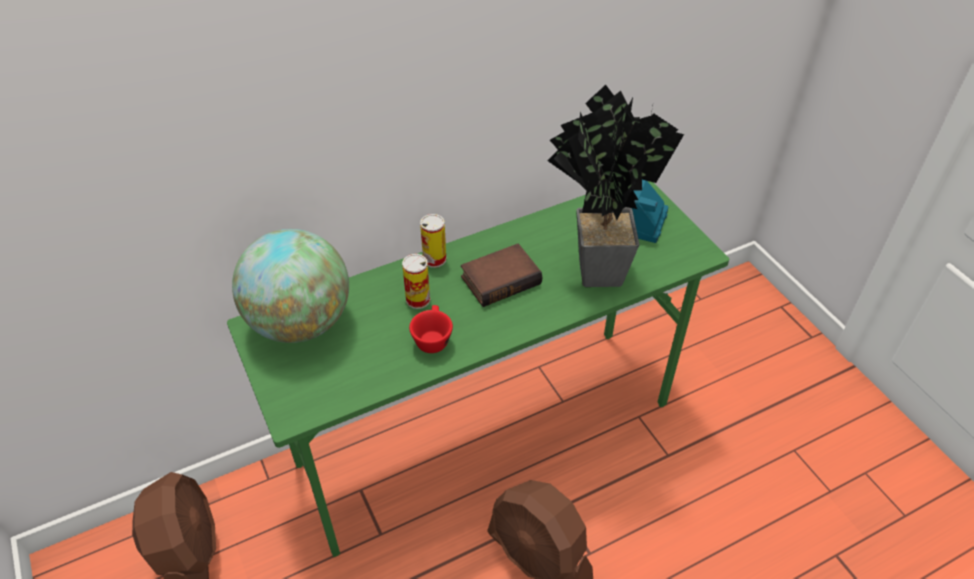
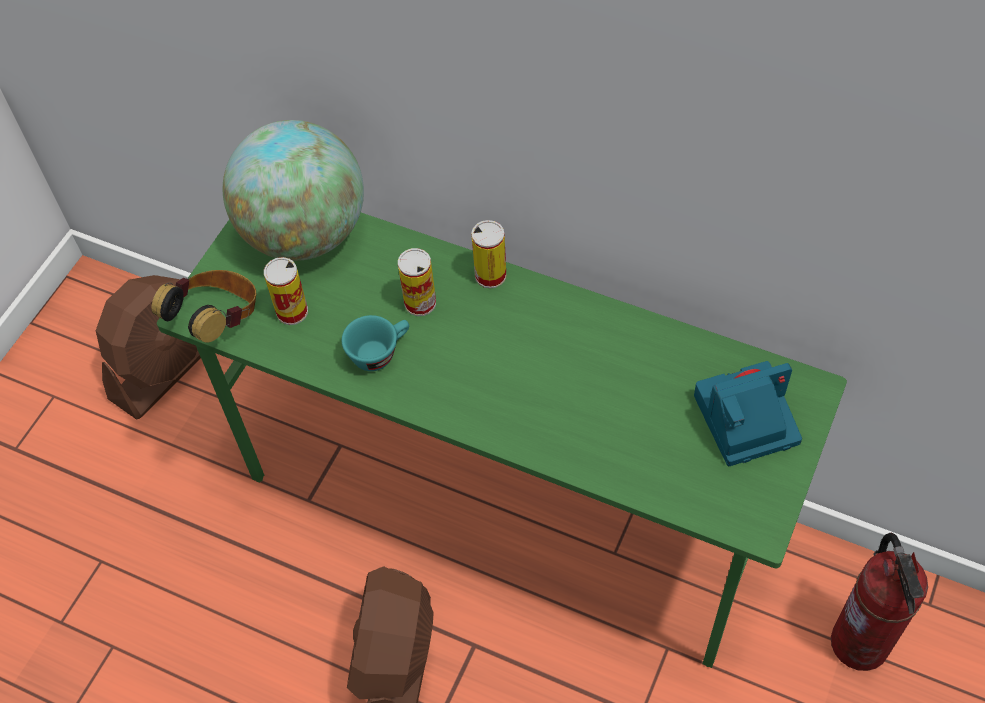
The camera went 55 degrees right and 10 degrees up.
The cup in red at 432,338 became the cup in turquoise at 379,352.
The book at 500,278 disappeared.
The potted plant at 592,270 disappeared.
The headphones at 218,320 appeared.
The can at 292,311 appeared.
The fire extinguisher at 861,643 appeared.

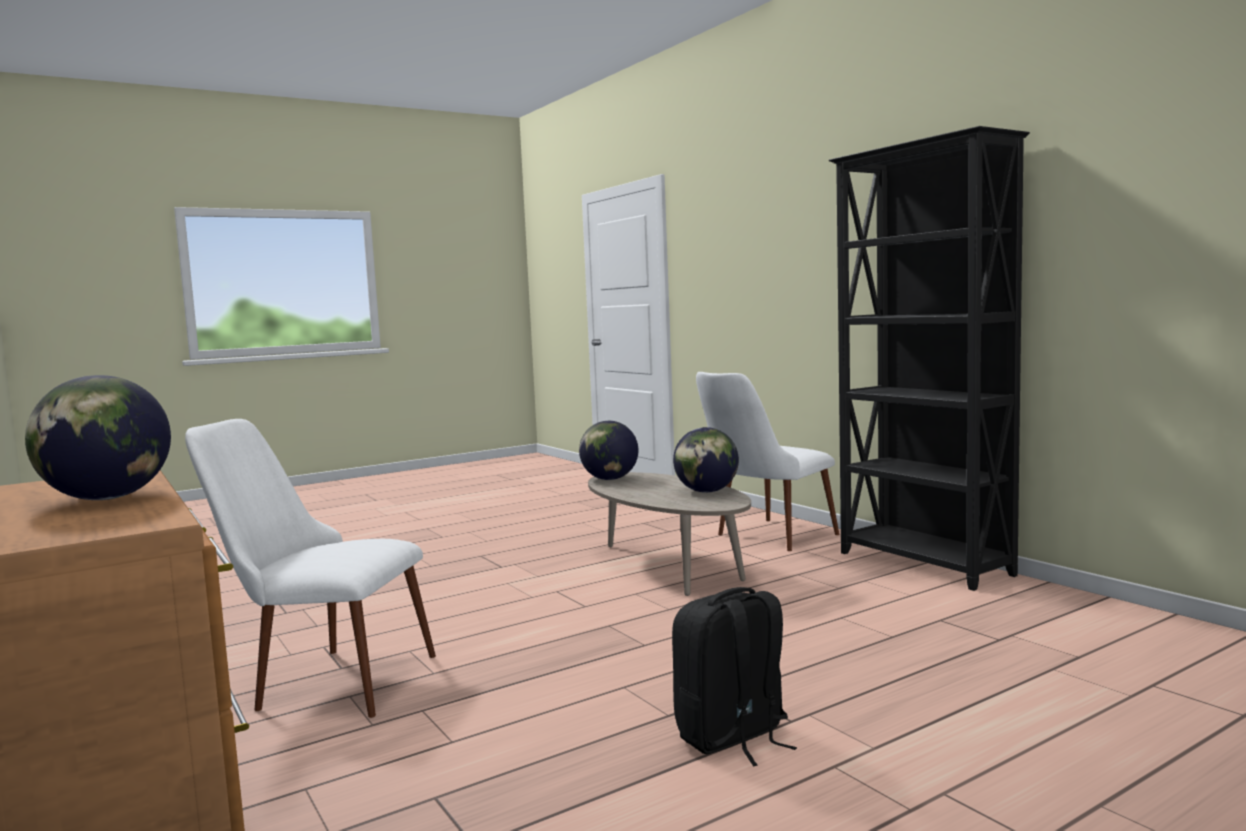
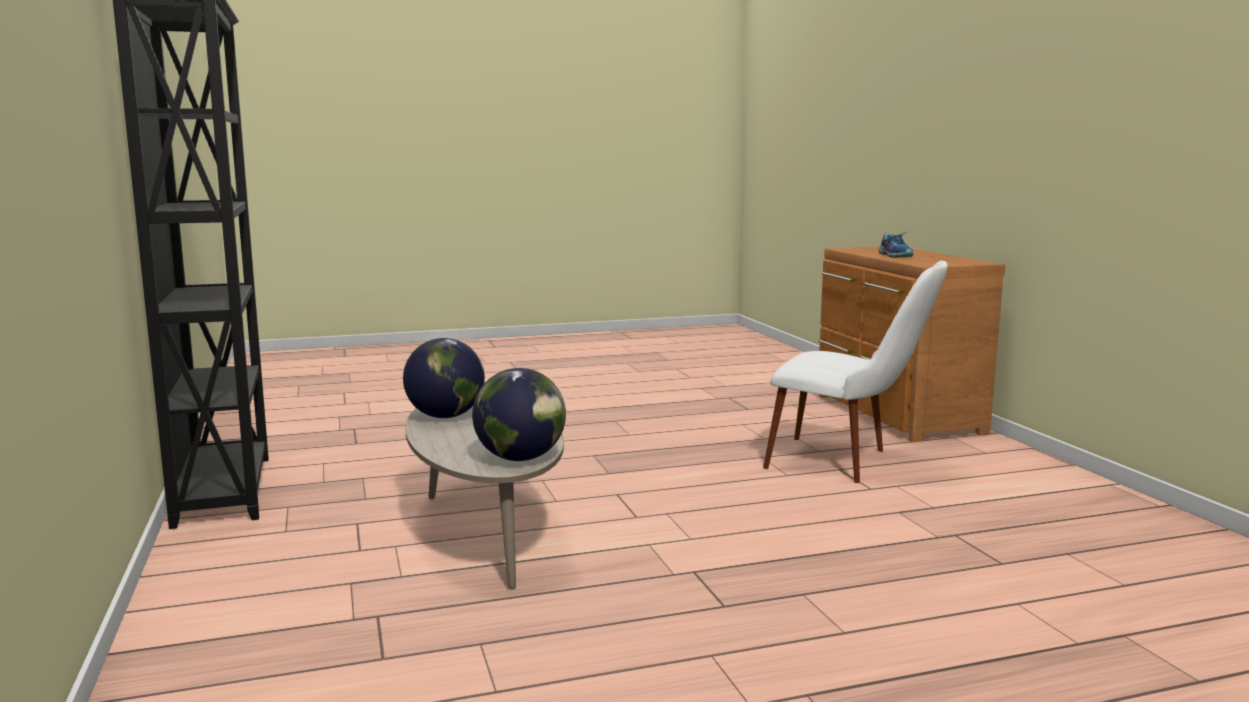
The camera went 165 degrees left and 5 degrees up.
The globe at 106,498 was replaced by the shoe at 895,255.
The backpack in black at 733,737 disappeared.
The chair in white at 765,538 disappeared.

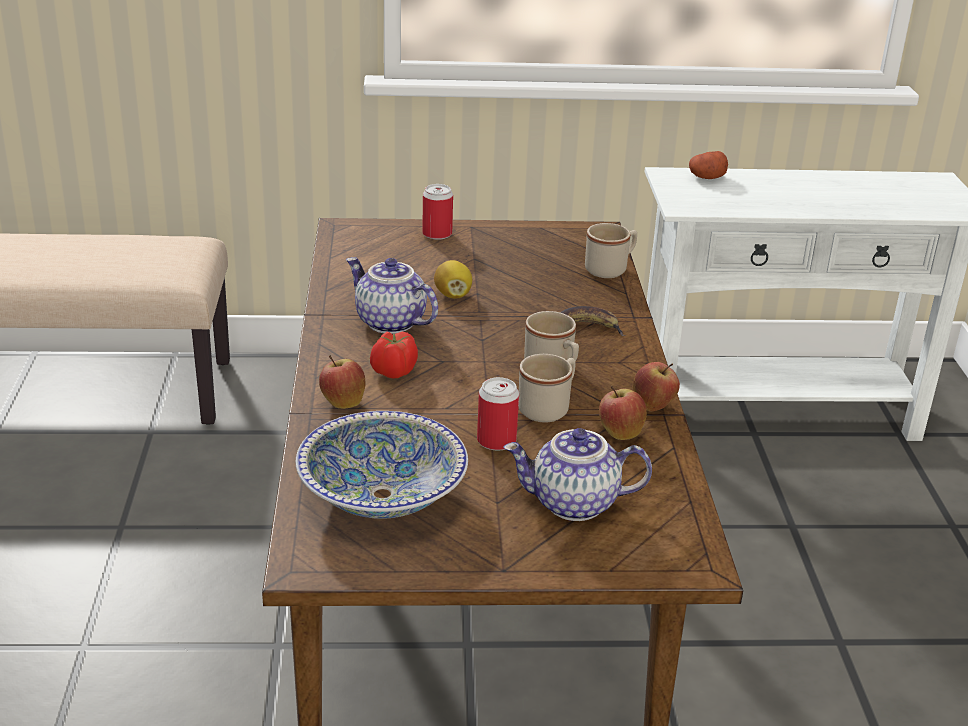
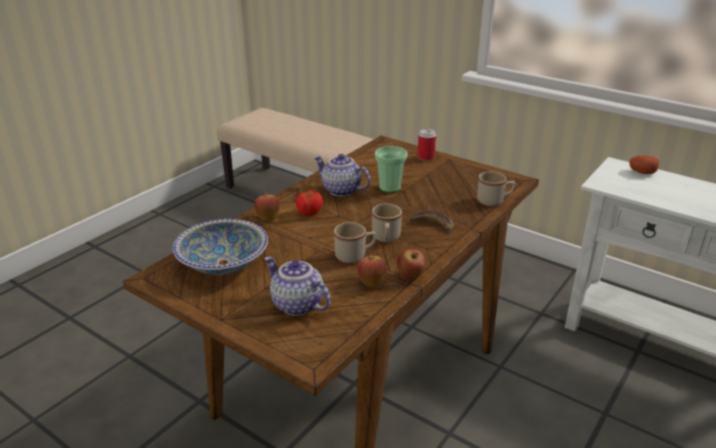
The camera went 40 degrees right and 0 degrees up.
The teapot at 389,323 turned 45 degrees counterclockwise.
The lemon at 453,295 was replaced by the cup at 390,188.
The can at 496,441 disappeared.

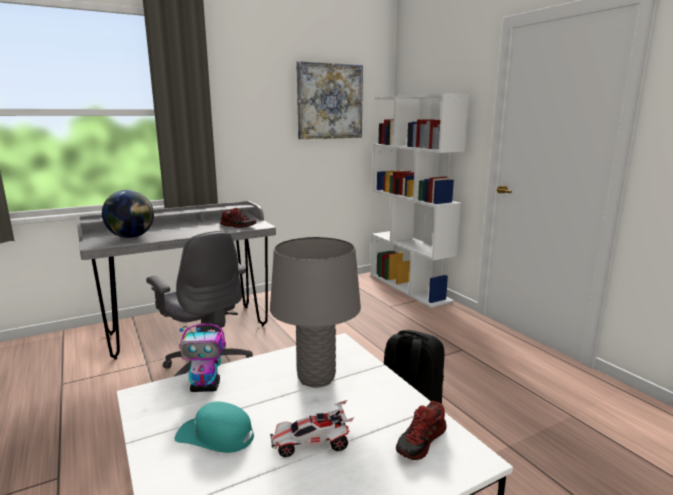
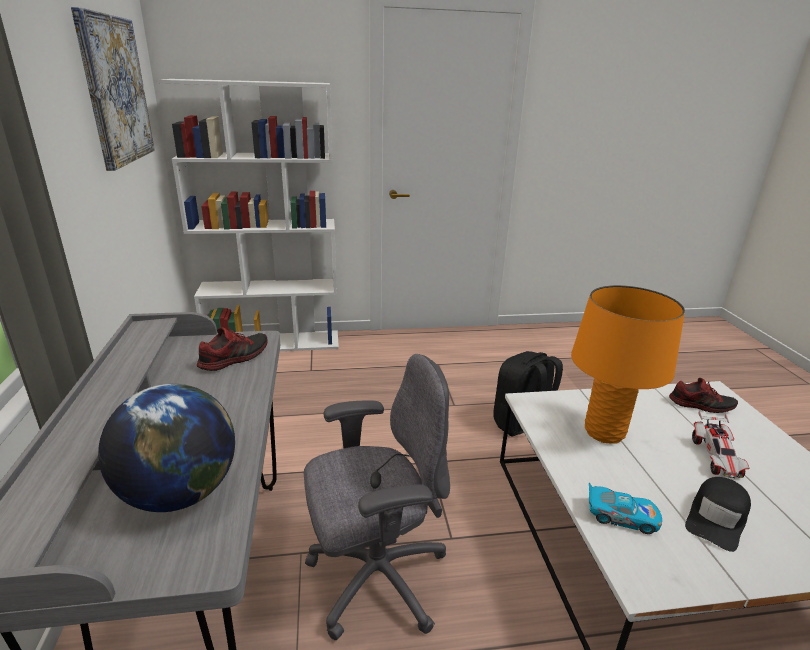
The camera went 70 degrees left and 10 degrees up.
The cap in turquoise at 215,435 became the cap in black at 717,518.
The toy robot at 206,387 was replaced by the toy car at 621,516.
The table lamp in grey at 316,378 became the table lamp in orange at 604,432.
The shoe at 421,441 turned 45 degrees counterclockwise.

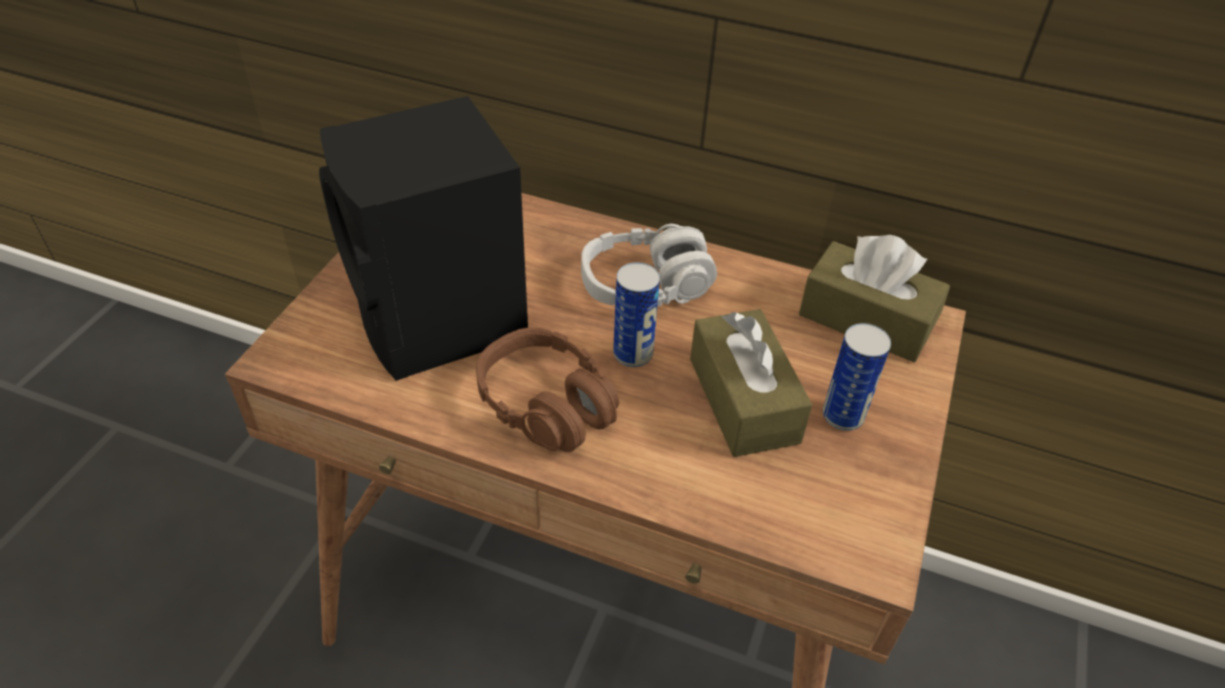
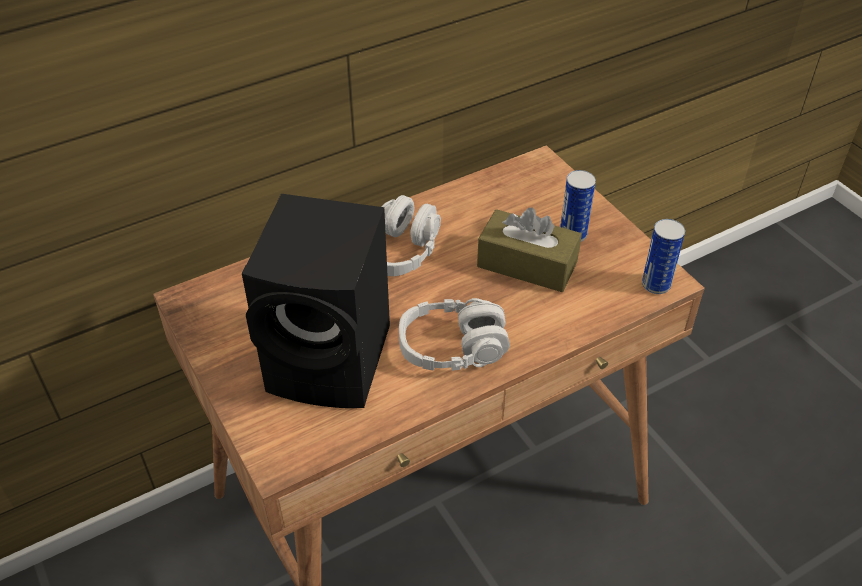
The camera went 50 degrees left and 0 degrees up.
The headphones in brown at 546,405 became the headphones in grey at 452,347.
The can moved from 633,354 to 656,285.
The tissue box in brown at 866,319 disappeared.

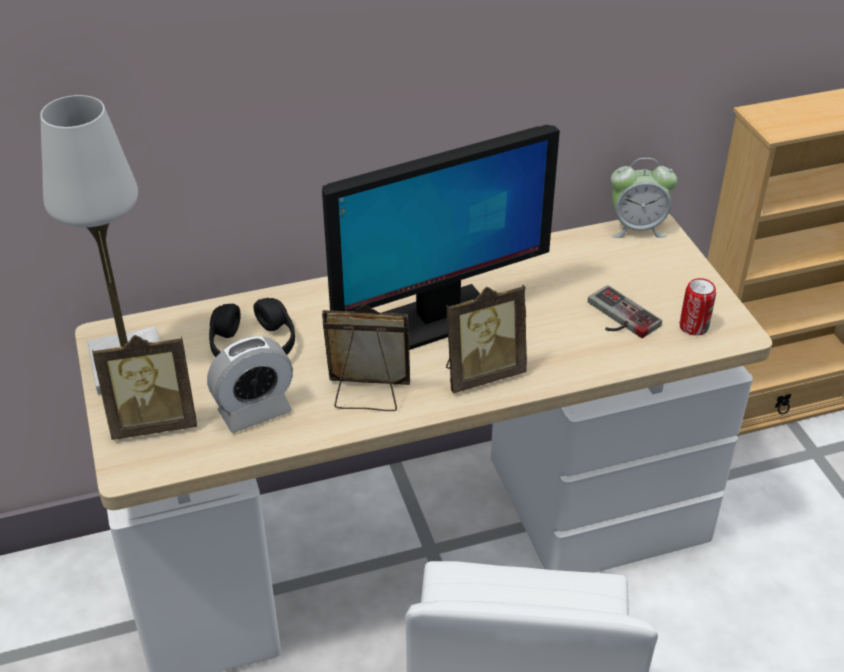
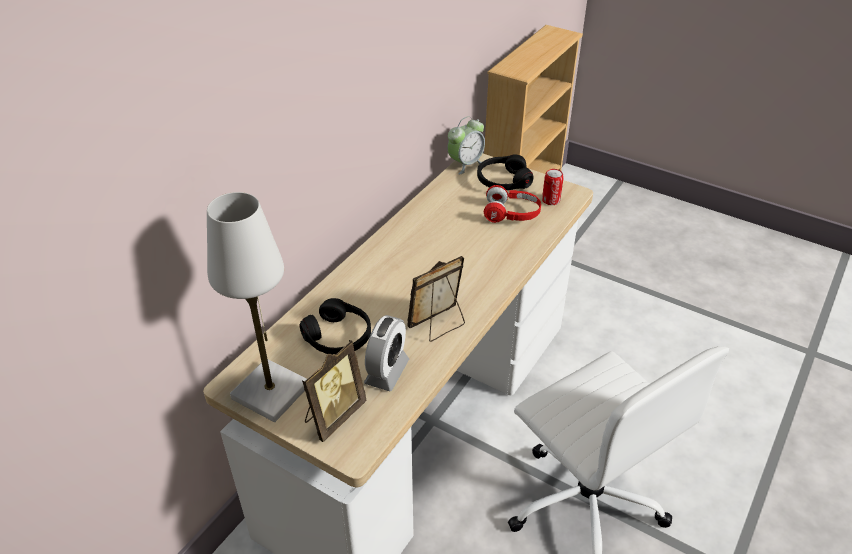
The camera went 40 degrees left and 0 degrees up.
The monitor at 437,319 disappeared.
The picture frame at 481,373 disappeared.
The game controller at 617,317 was replaced by the headphones in red at 511,214.
The headphones in black at 503,181 appeared.

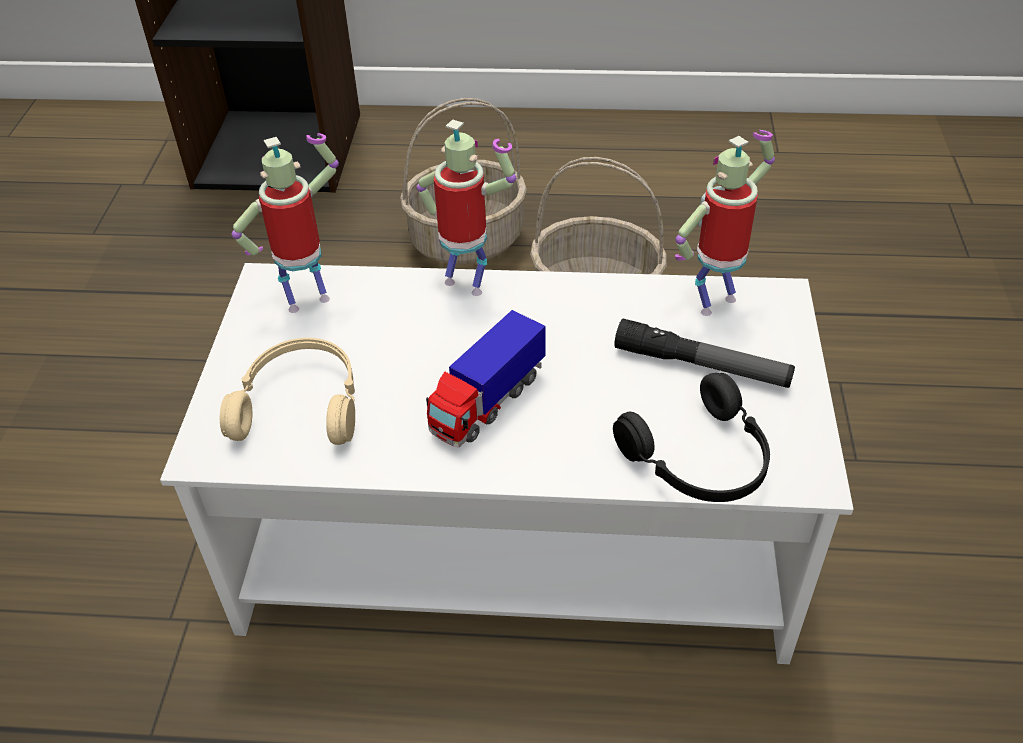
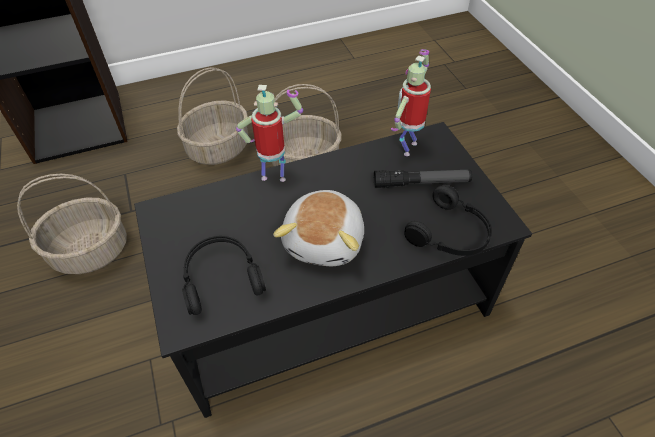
The camera went 25 degrees left and 5 degrees up.
The coffee table in white at 520,533 became the coffee table in black at 330,299.
The headphones in beige at 301,404 became the headphones in black at 221,278.
The toy robot at 308,299 disappeared.
The toy truck at 487,403 was replaced by the plush toy at 326,241.
The basket at 91,250 appeared.

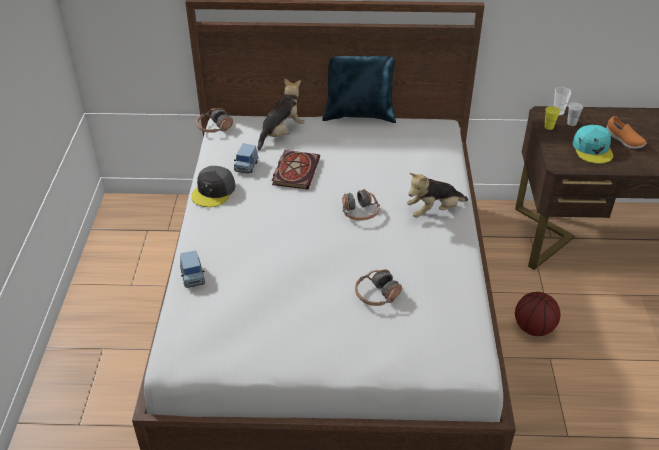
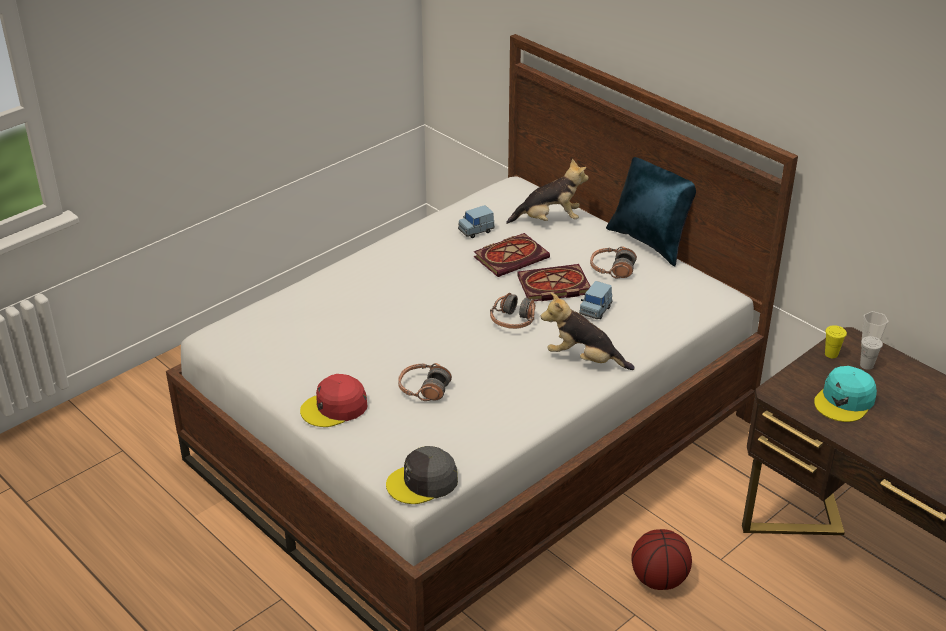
The camera went 45 degrees right and 5 degrees down.
The toy car in blue moved from 193,277 to 595,310.
The cap in grey moved from 214,191 to 423,482.
The headphones moved from 214,127 to 612,269.
The shoe in orange at 623,140 disappeared.
The cap in red at 335,408 appeared.
The book at 552,286 appeared.

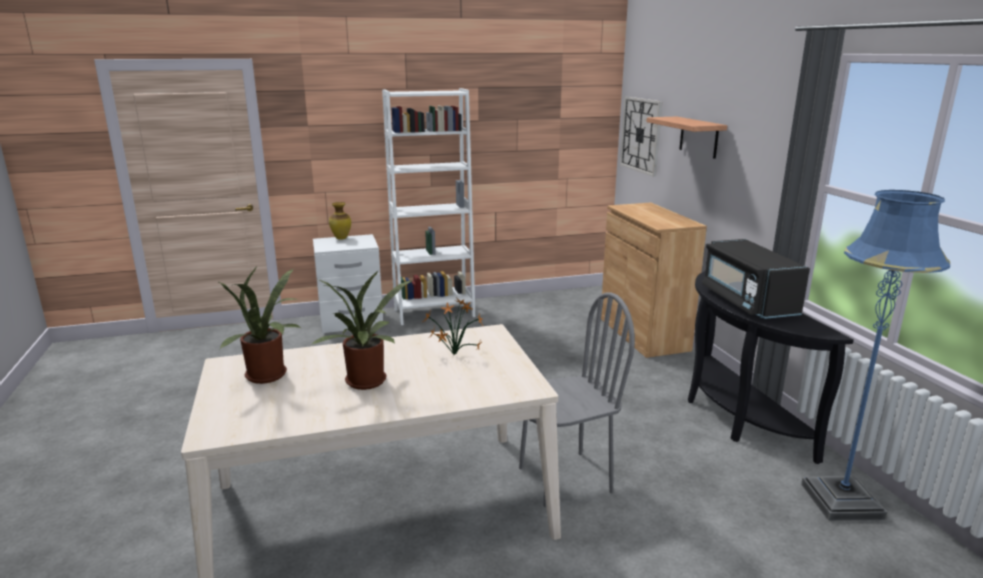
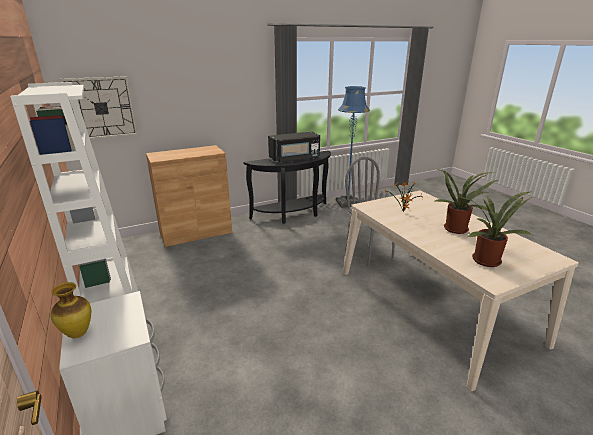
The camera went 100 degrees left and 5 degrees up.
The shelf at 698,137 disappeared.

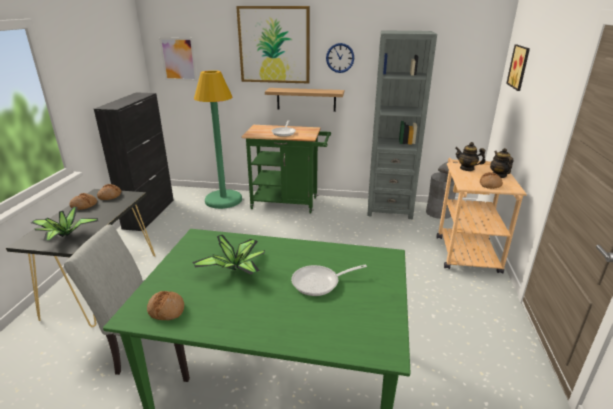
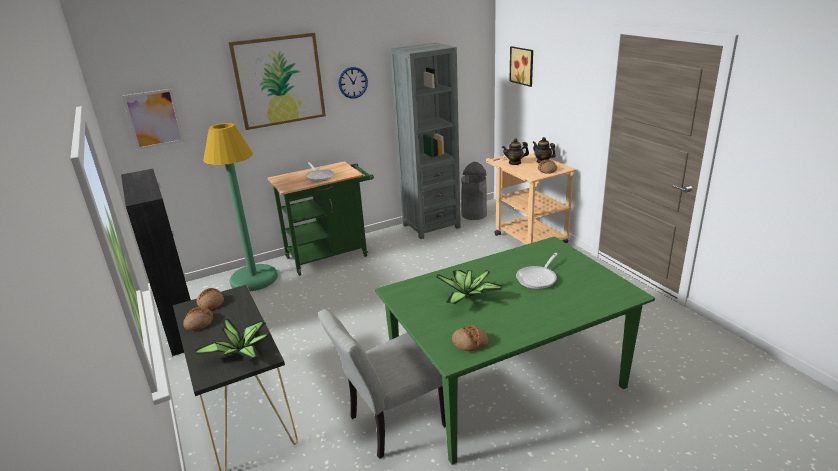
The camera went 35 degrees left and 0 degrees up.
The shelf at 306,99 disappeared.

